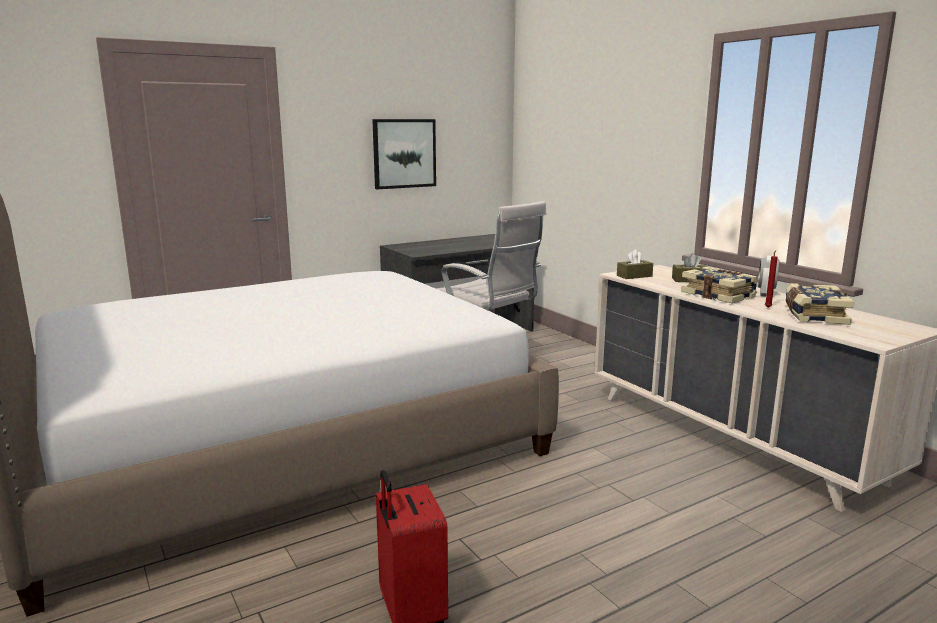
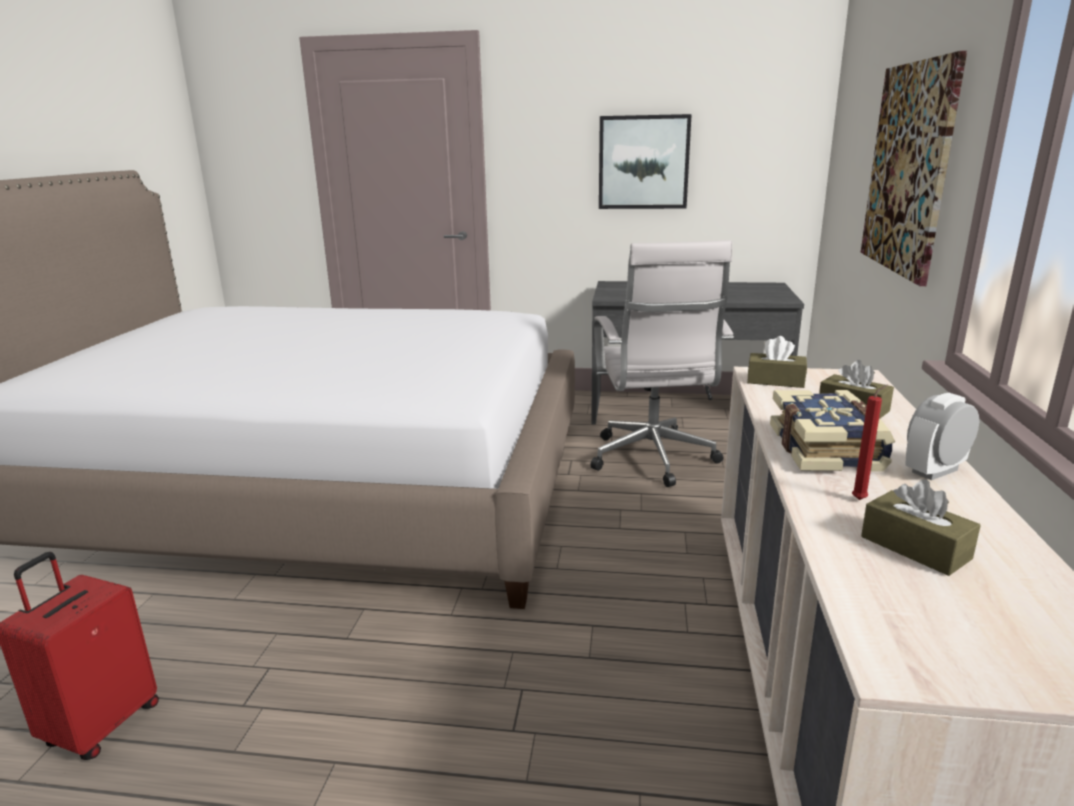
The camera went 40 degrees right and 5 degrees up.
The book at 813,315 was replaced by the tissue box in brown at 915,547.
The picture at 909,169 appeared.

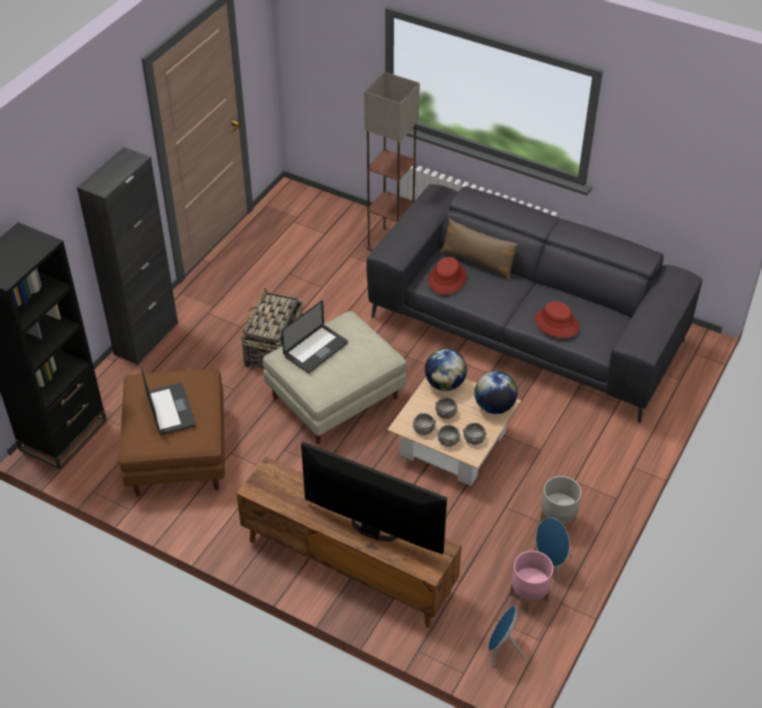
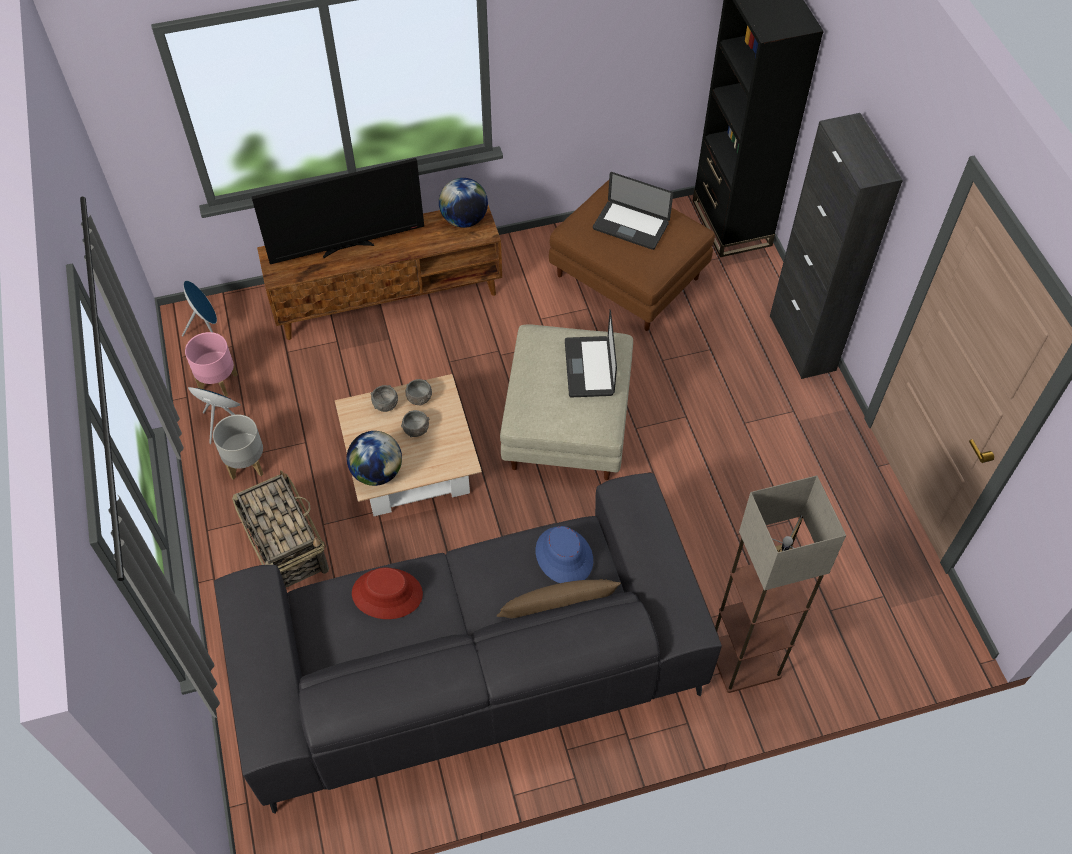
The camera went 135 degrees right and 10 degrees up.
The basket moved from 274,348 to 286,546.
The globe moved from 445,384 to 464,219.
The hat in red at 447,279 became the hat in blue at 564,556.
The bowl in grey at 474,439 disappeared.

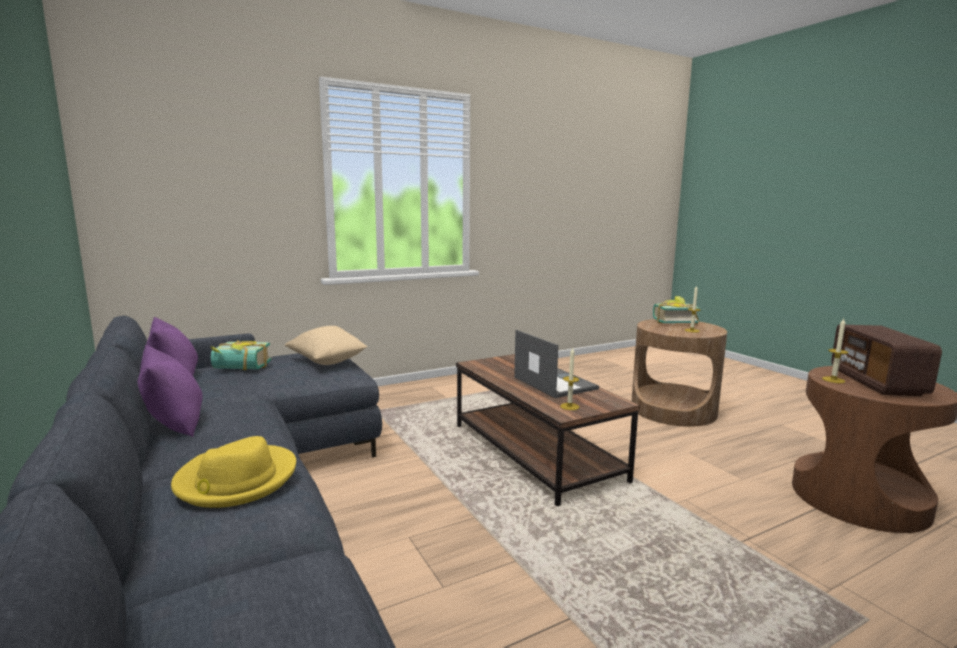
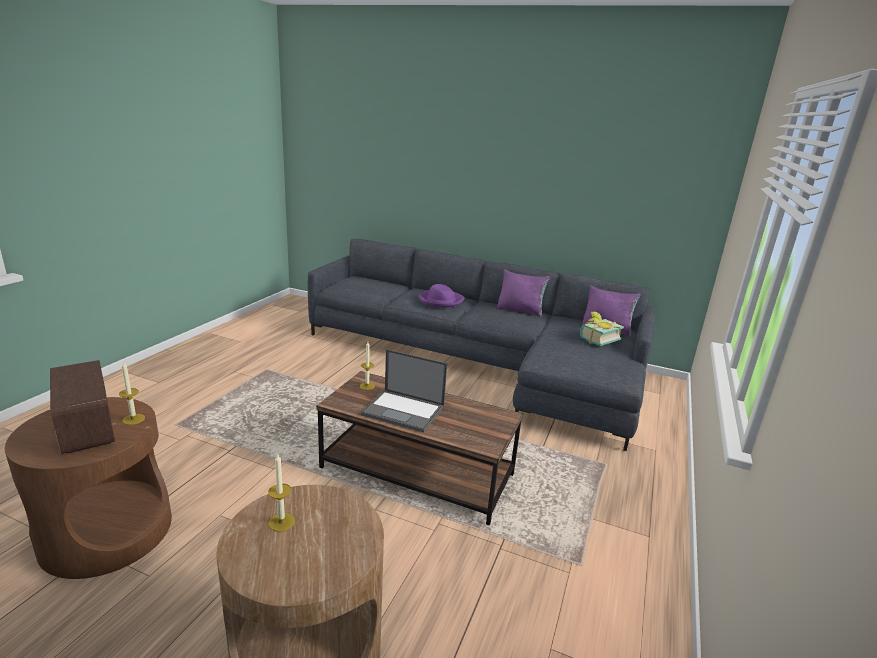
The camera went 140 degrees right and 10 degrees up.
The hat in yellow at 236,480 became the hat in purple at 440,300.
The pillow in beige at 327,361 disappeared.
The book at 672,321 disappeared.

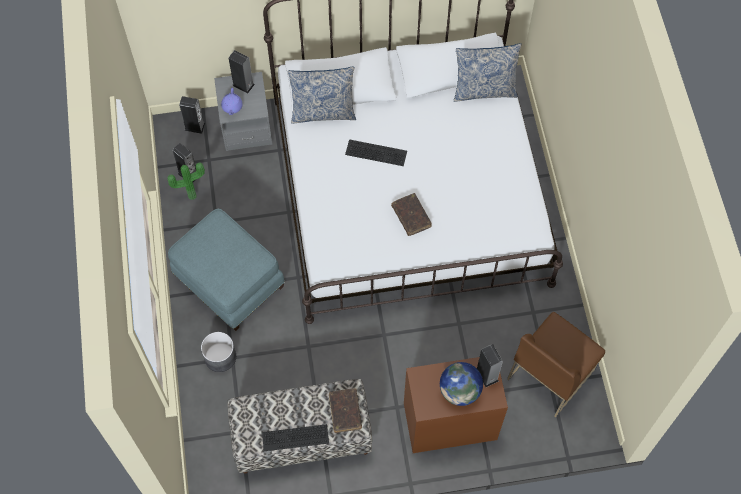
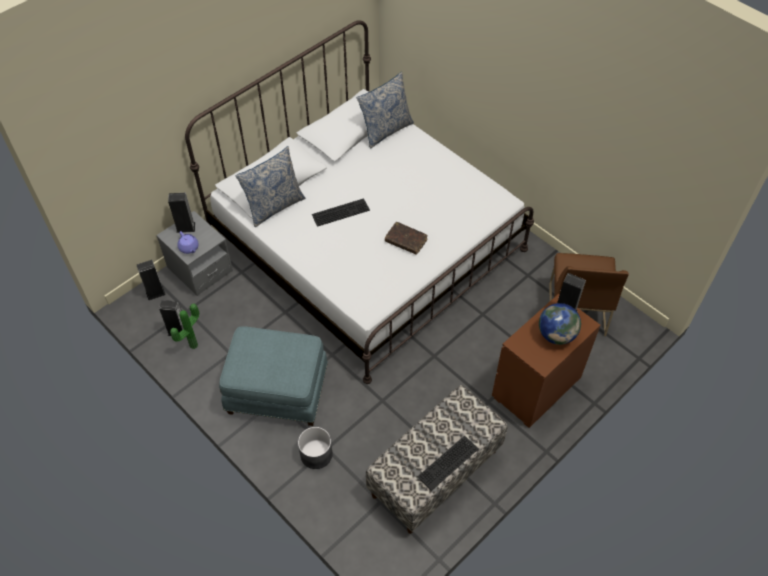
The camera went 35 degrees left and 10 degrees down.
The book in brown at 345,412 disappeared.

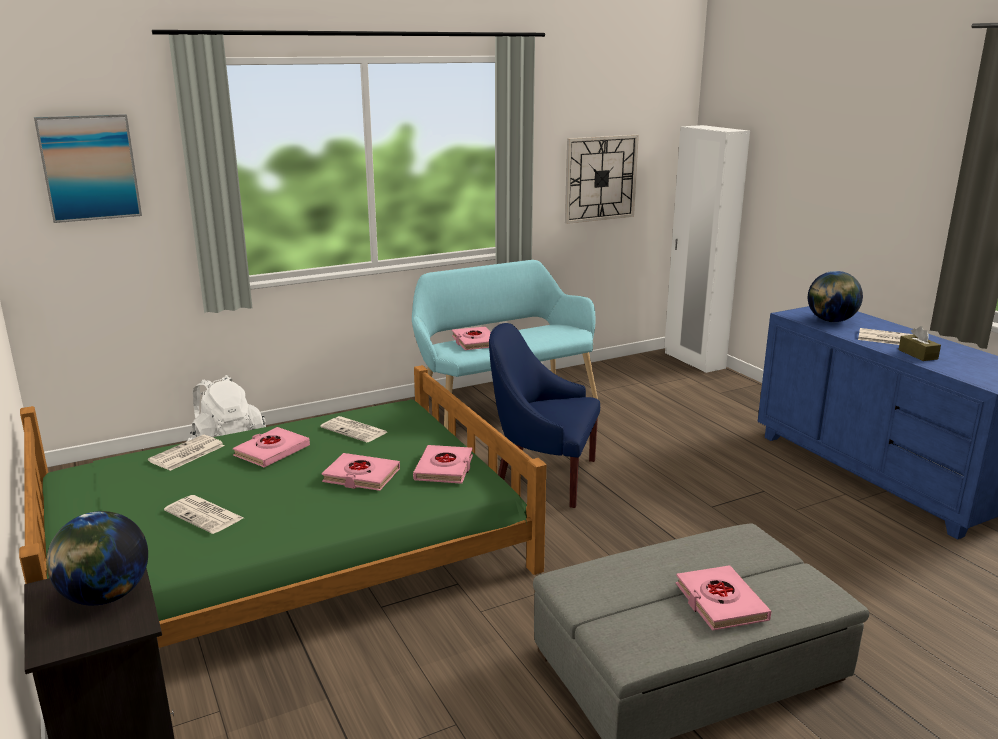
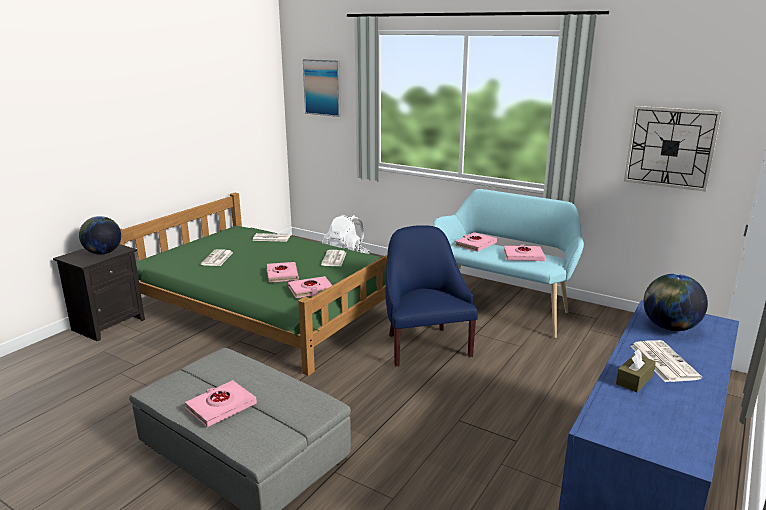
The camera went 60 degrees right and 0 degrees up.
The book in pink moved from 272,451 to 523,256.

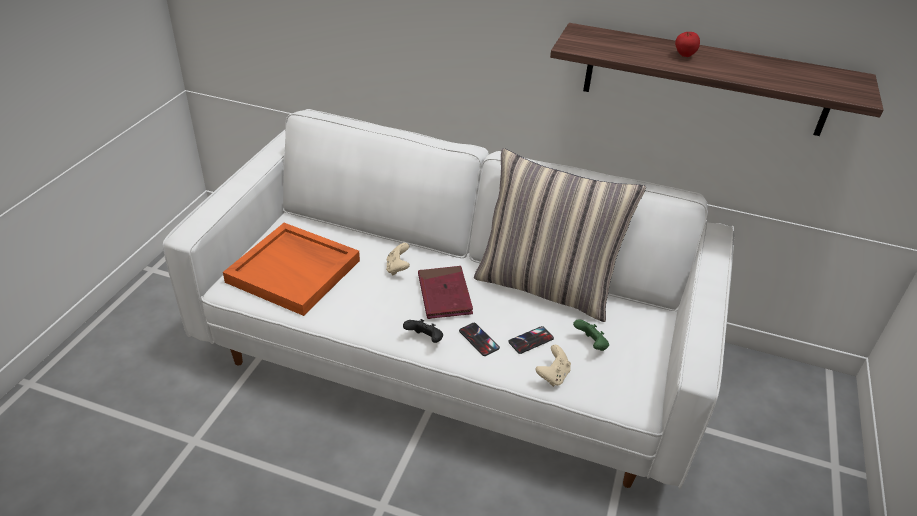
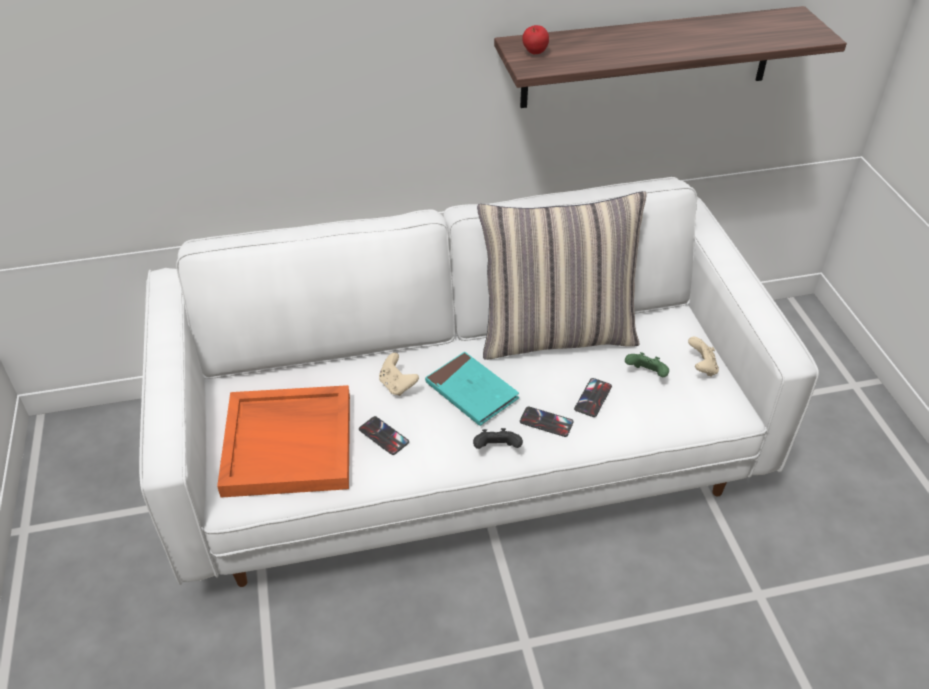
The camera went 30 degrees left and 5 degrees up.
The book in red at 444,295 became the book in turquoise at 471,391.
The game controller in beige moved from 553,376 to 701,367.
The apple moved from 684,56 to 534,53.
The phone at 383,436 appeared.

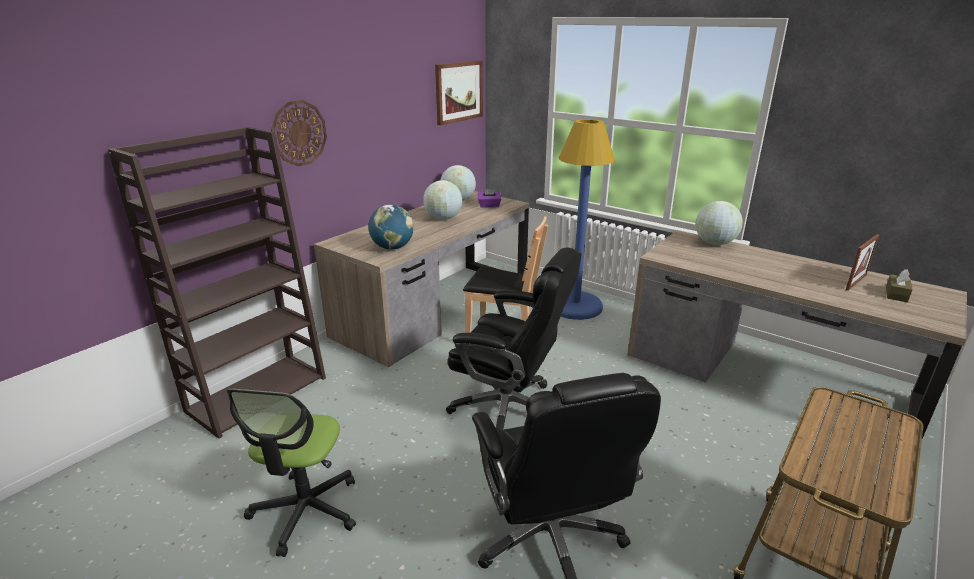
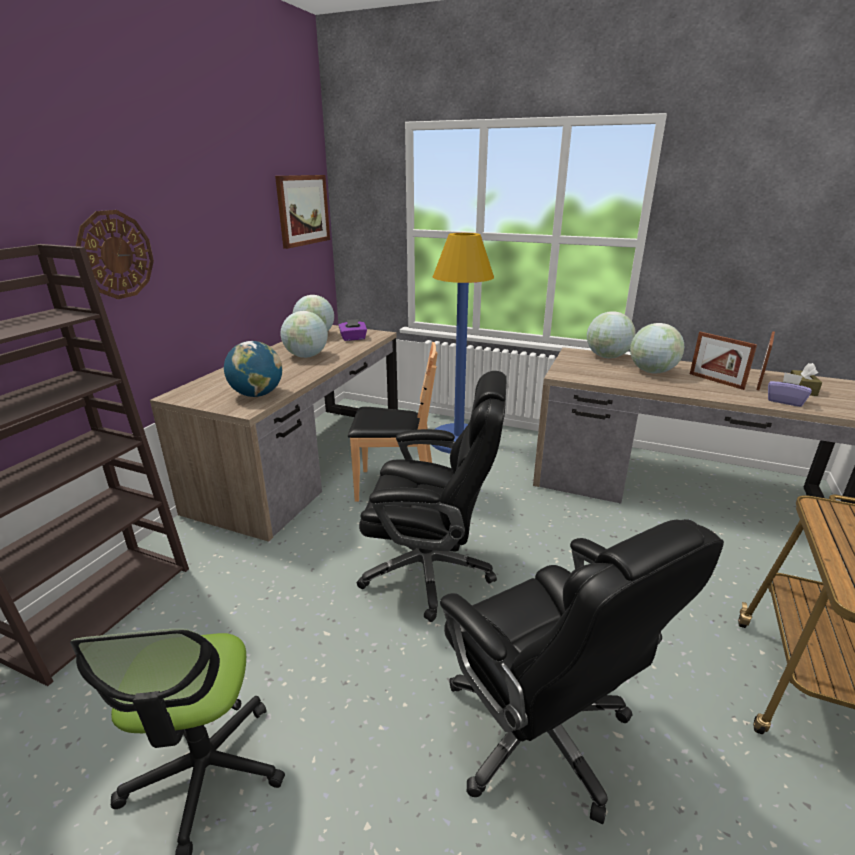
The camera went 15 degrees left and 0 degrees up.
The globe at 652,372 appeared.
The picture frame at 716,381 appeared.
The tissue box in purple at 785,401 appeared.

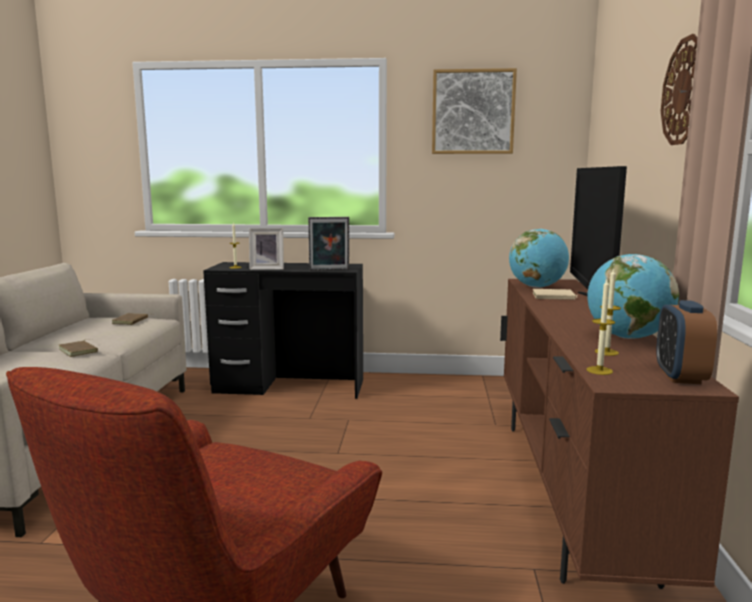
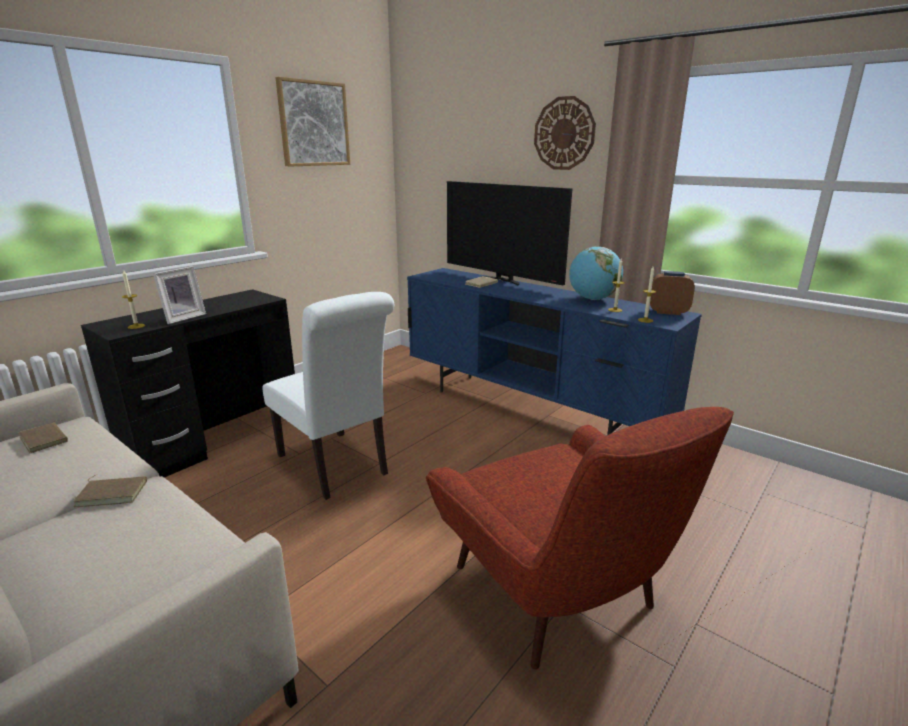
The camera went 55 degrees left and 10 degrees up.
The picture frame at 329,270 disappeared.
The tv stand in brown at 570,492 became the tv stand in blue at 530,410.
The globe at 537,287 disappeared.
The alarm clock at 680,376 turned 150 degrees clockwise.
The chair in white at 336,467 appeared.

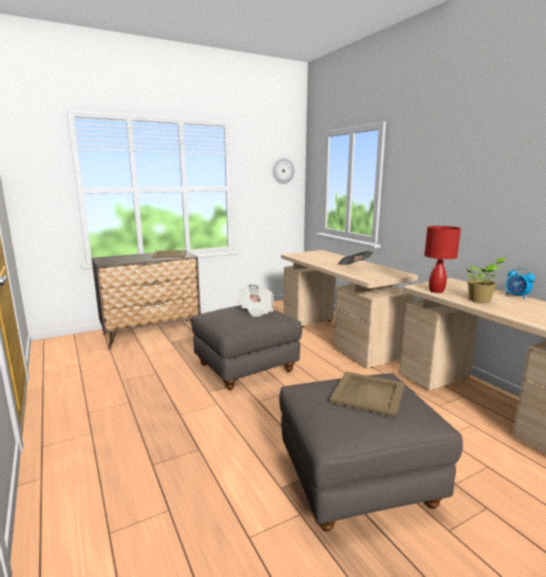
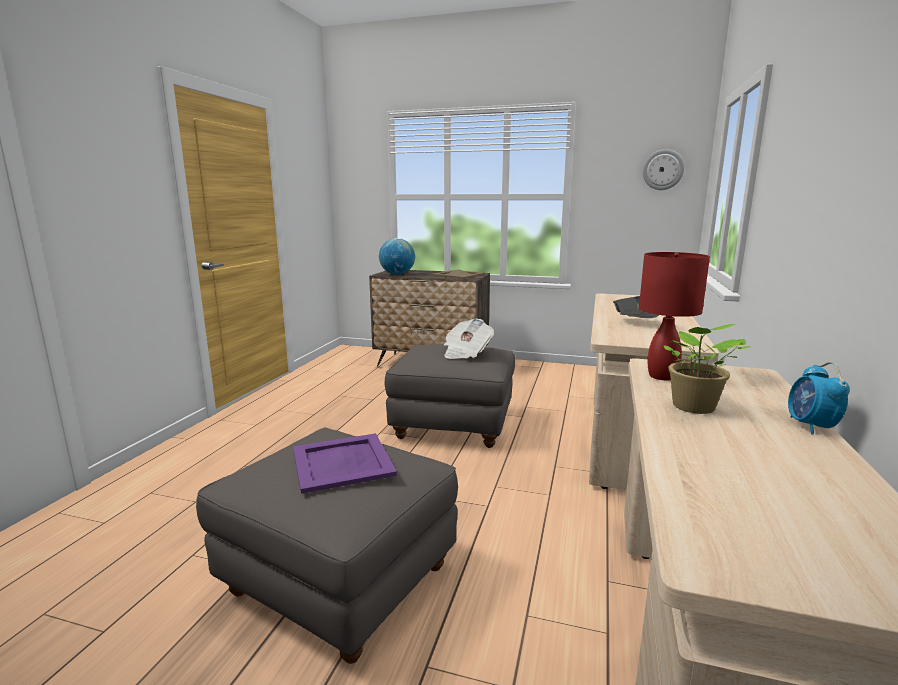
The camera went 45 degrees right and 0 degrees up.
The tray in beige at 367,393 became the tray in purple at 343,461.
The globe at 397,274 appeared.

